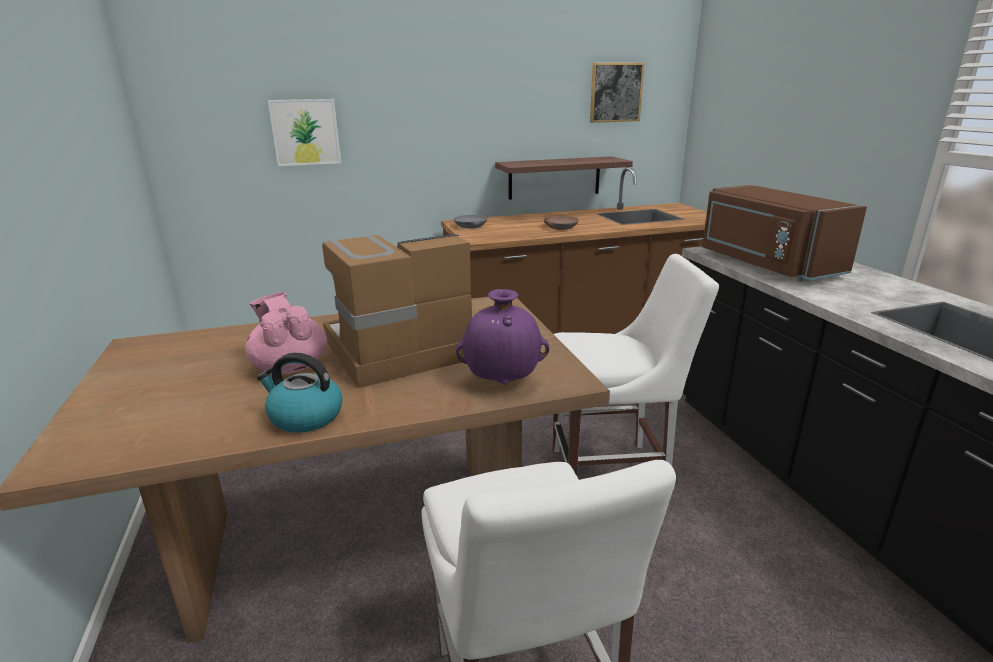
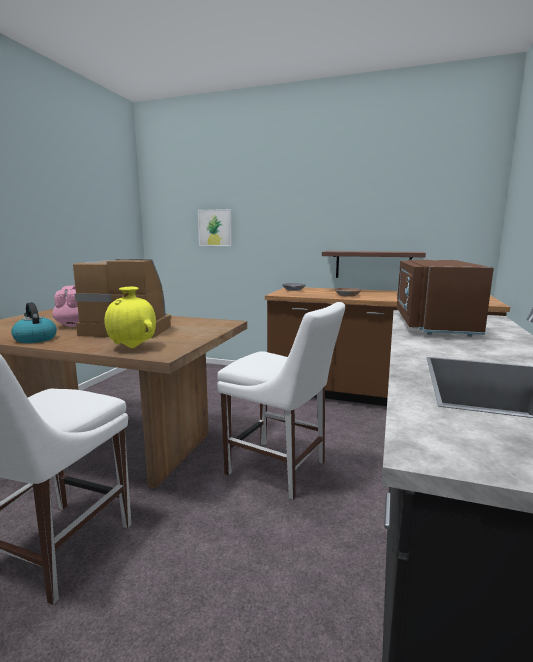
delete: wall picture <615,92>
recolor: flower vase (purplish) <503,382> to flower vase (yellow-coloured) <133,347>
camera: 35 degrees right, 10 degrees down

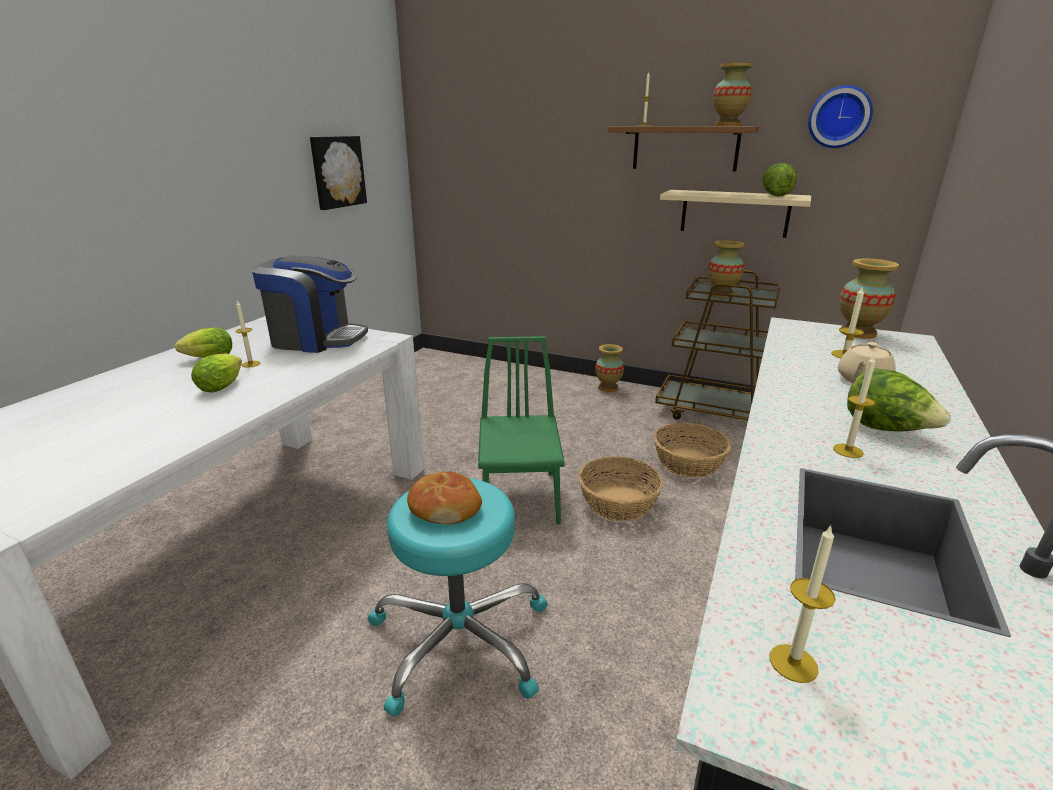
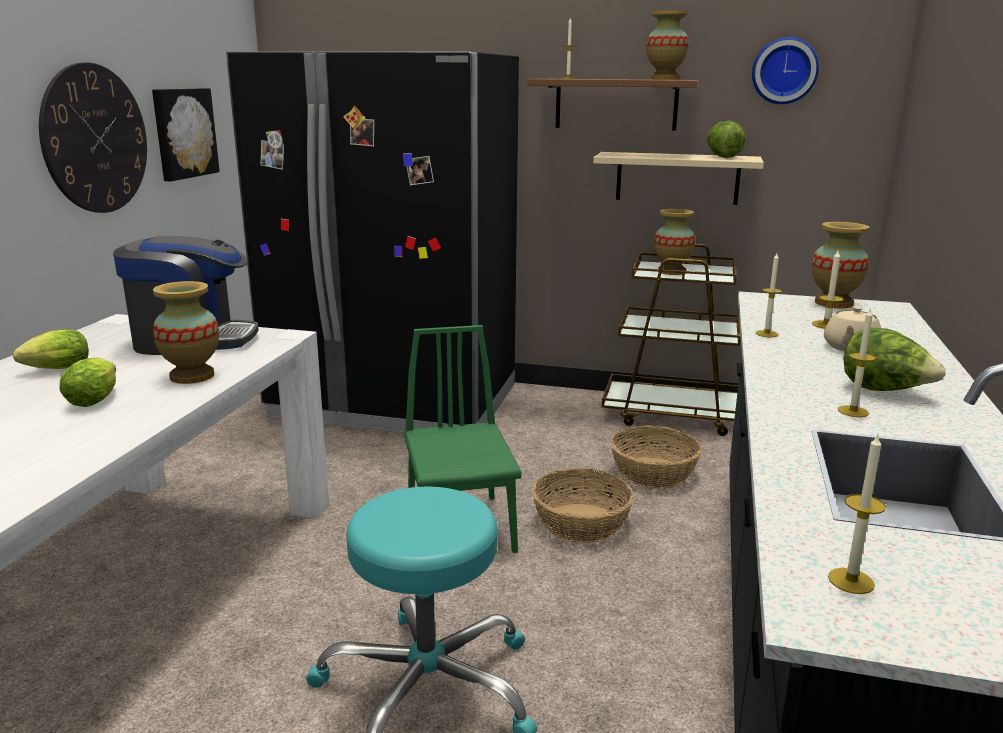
delete: baked bread <445,507>
insert: hanging clock <95,139>; fridge (blackish) <396,402>
move: flower vase <608,388> to <192,376>; wax candle <251,364> to <766,334>
camera: 10 degrees left, 5 degrees down

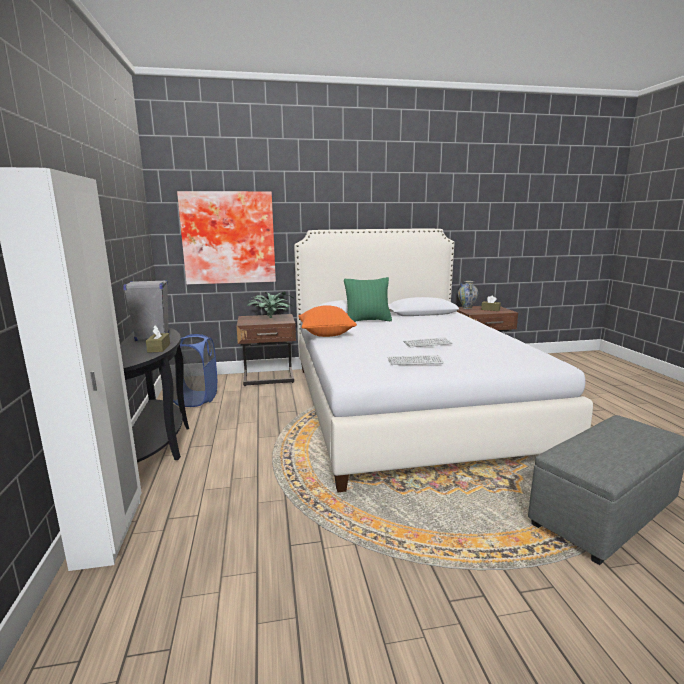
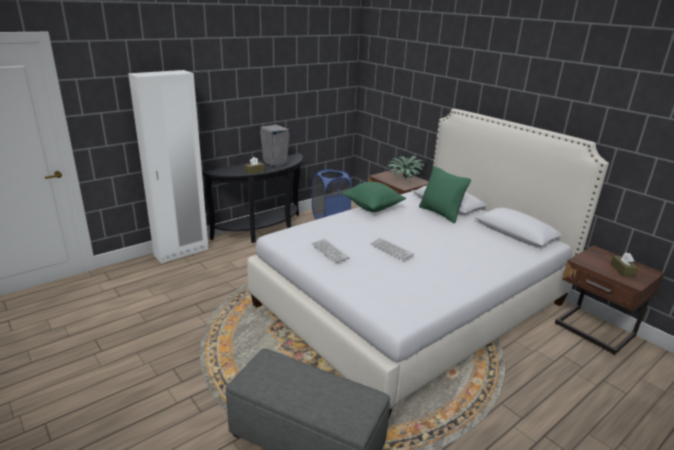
delete: wall picture <229,238>; flower vase <467,308>
recolor: pillow (orangey) <326,334> to pillow (green-coloured) <373,207>
camera: 60 degrees right, 10 degrees up

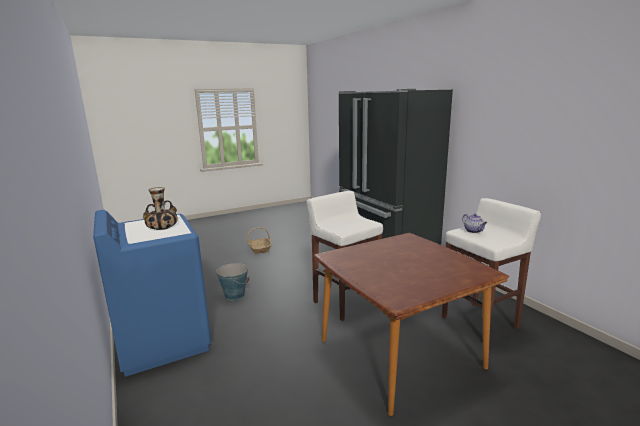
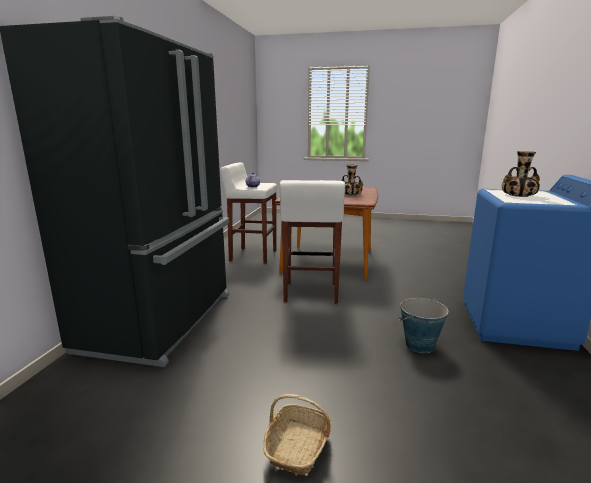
insert: flower vase <351,194>
camera: 140 degrees left, 0 degrees up

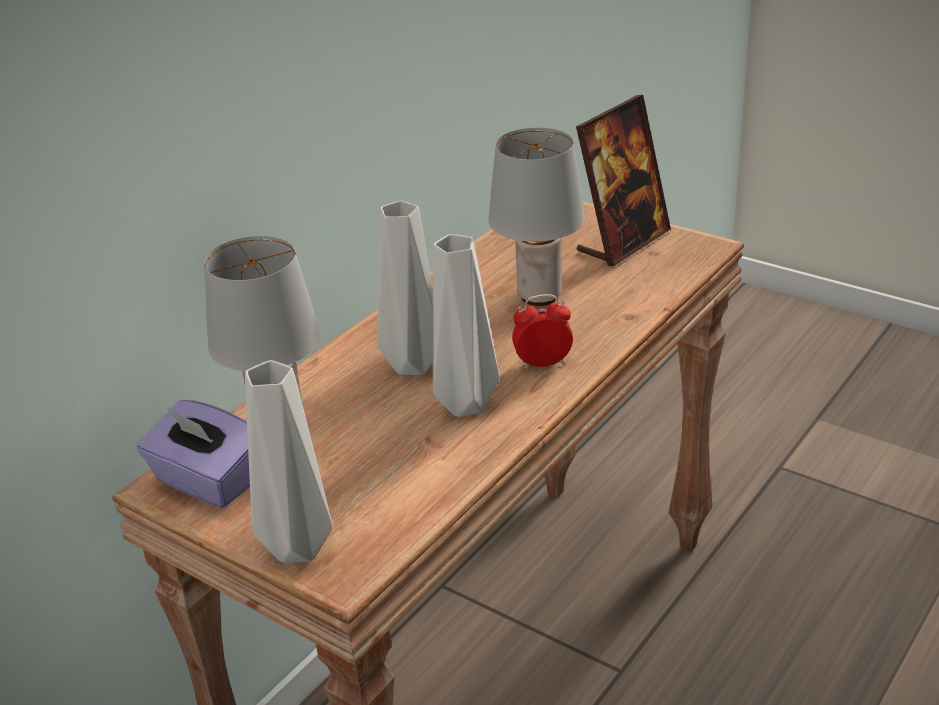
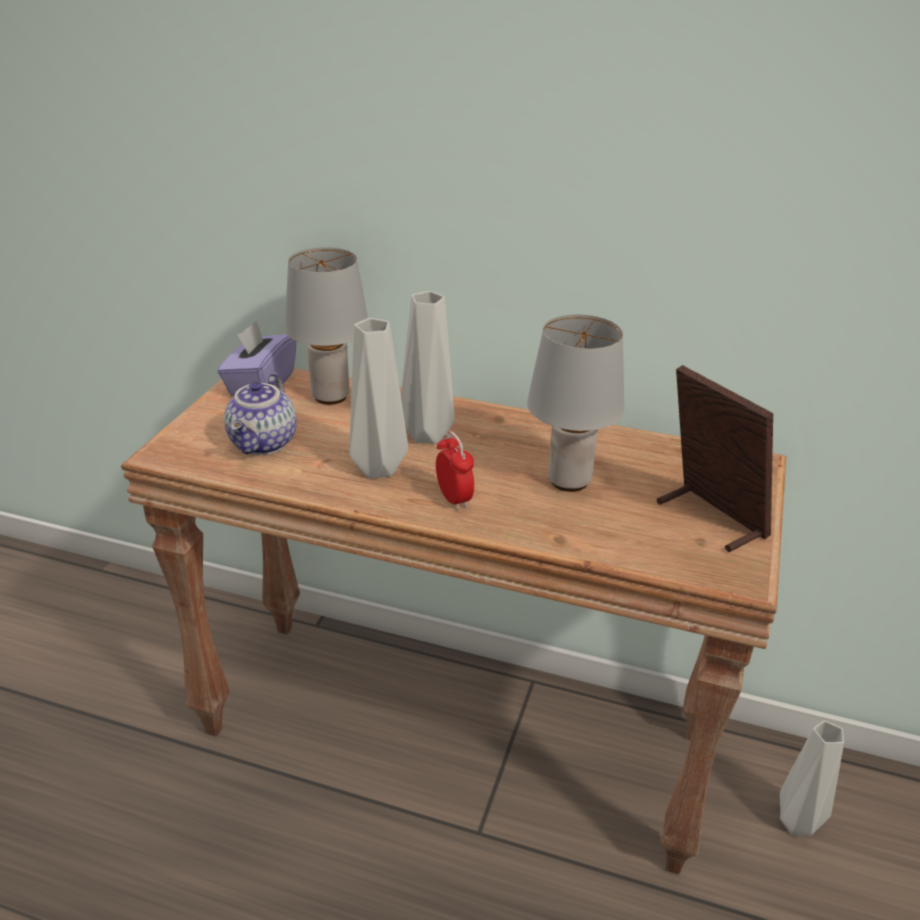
insert: teapot <264,443>
move: flower vase (grey) <301,548> to <798,825>
rotate: standing frame <623,242> = <710,518> 150 degrees counterclockwise
camera: 70 degrees right, 0 degrees up

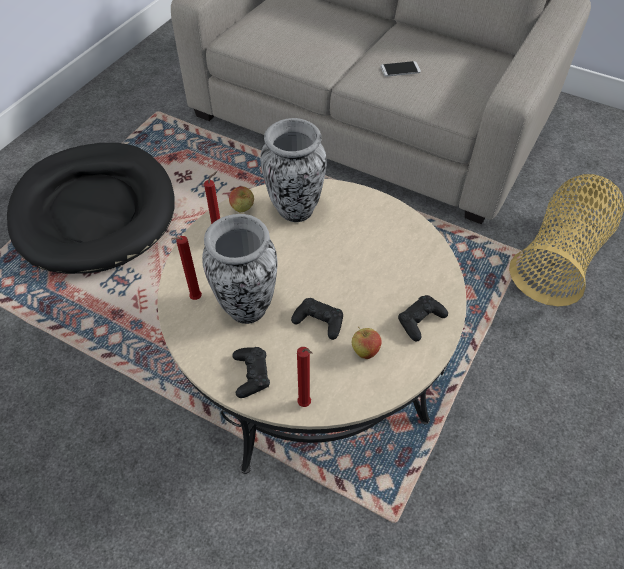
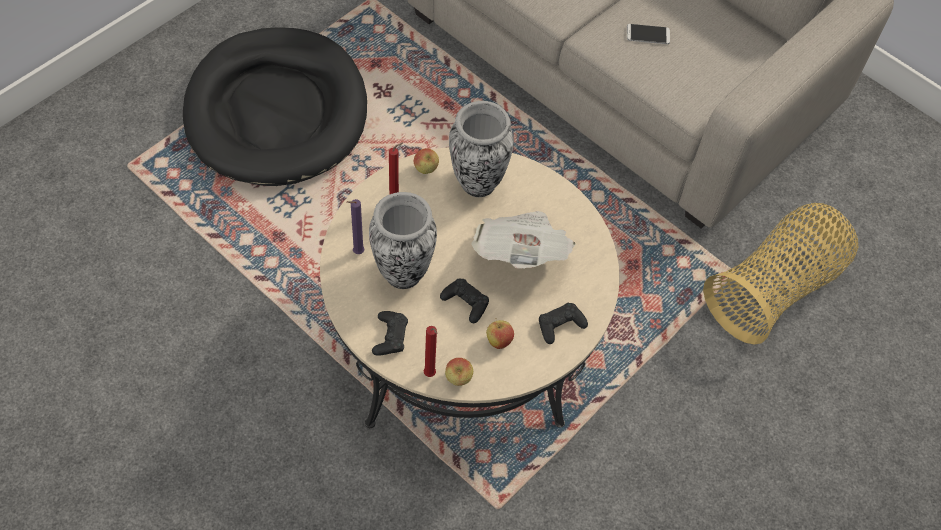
insert: apple <458,379>; newspaper <521,253>
recolor: wax candle (red-coloured) <194,299> to wax candle (purplish) <356,253>
camera: 10 degrees right, 5 degrees up

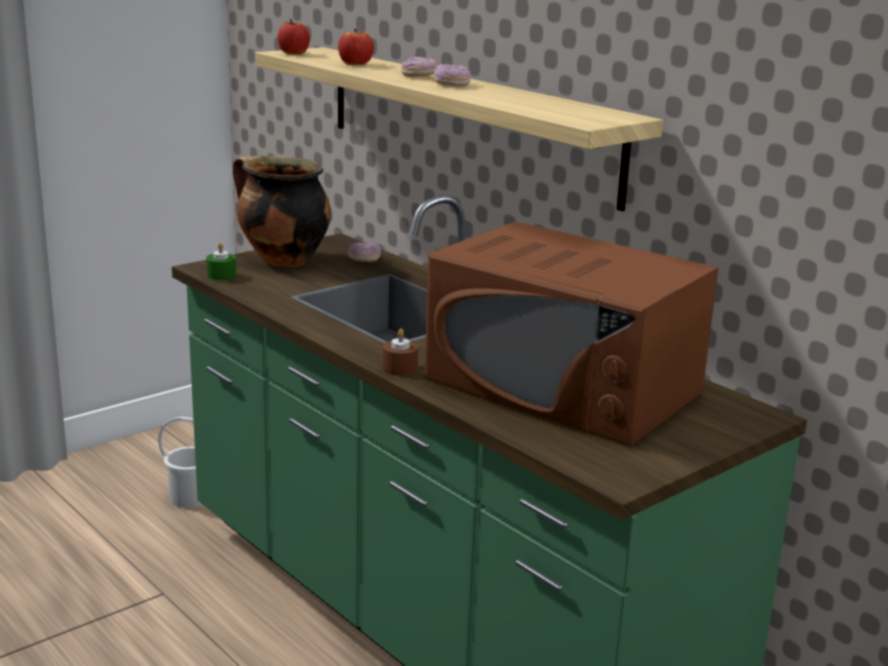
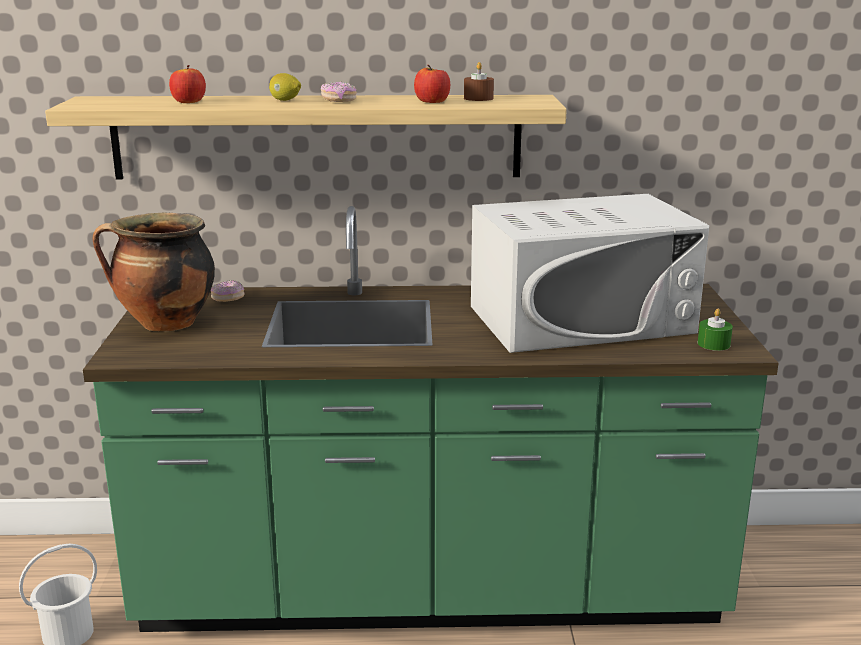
move: apple <293,53> to <432,102>; wax candle (brown-coloured) <400,368> to <478,98>; wax candle (green-coloured) <221,275> to <713,344>
replace: ring doughnut <418,76> to citrus fruit <285,100>
recolor: microwave oven (brown-coloured) <563,385> to microwave oven (white-coloured) <581,319>
camera: 50 degrees left, 0 degrees up

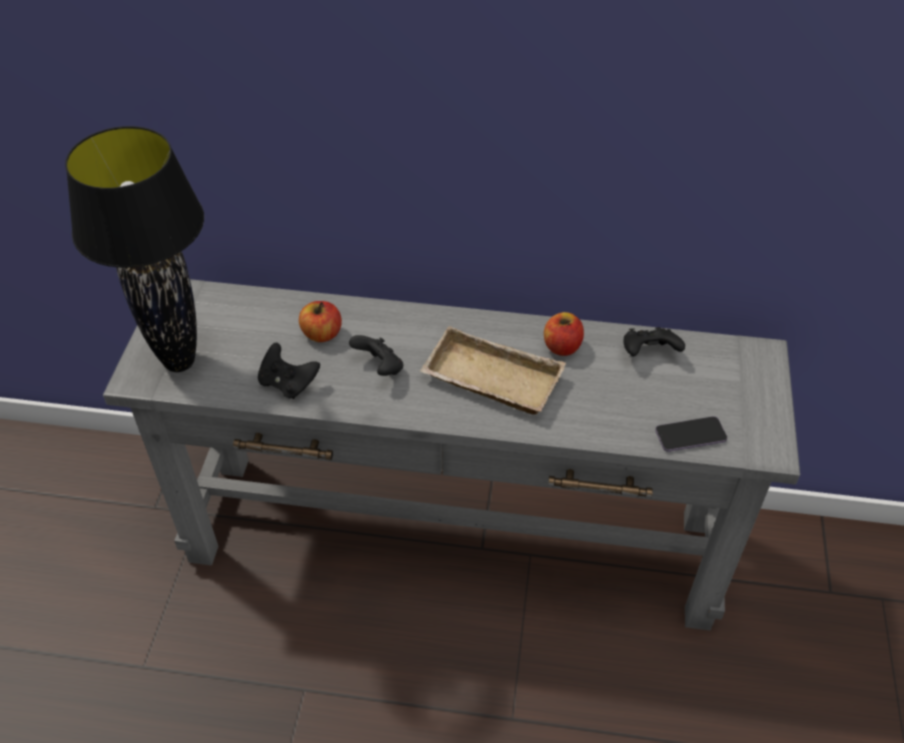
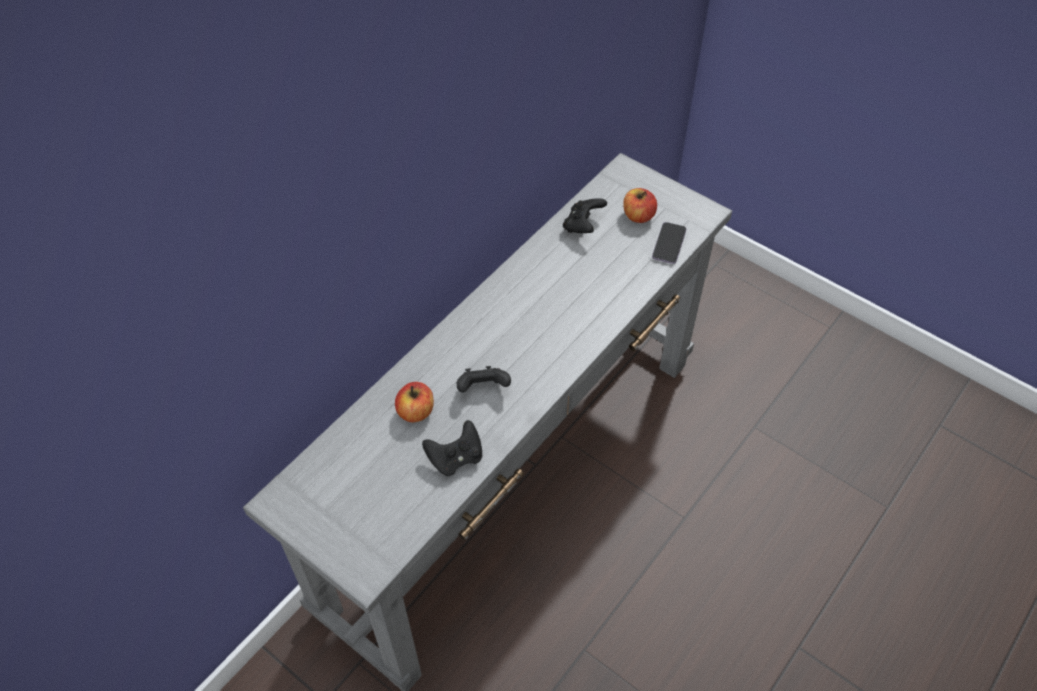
delete: table lamp (blackish) <180,363>; tray (beige) <489,381>
move: apple <562,346> to <638,216>
camera: 60 degrees left, 5 degrees up

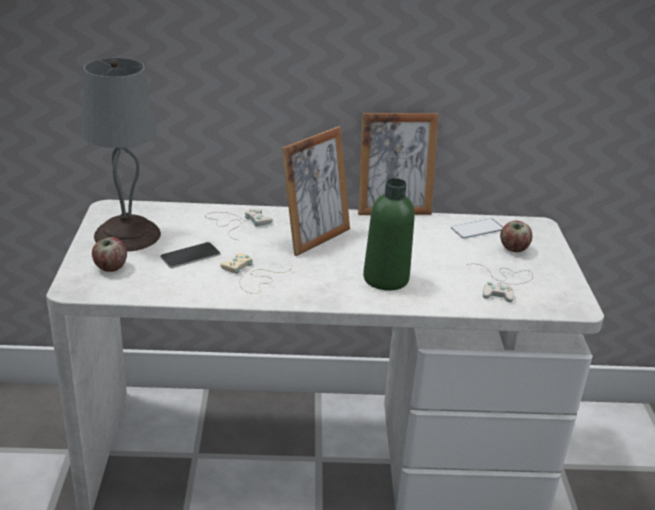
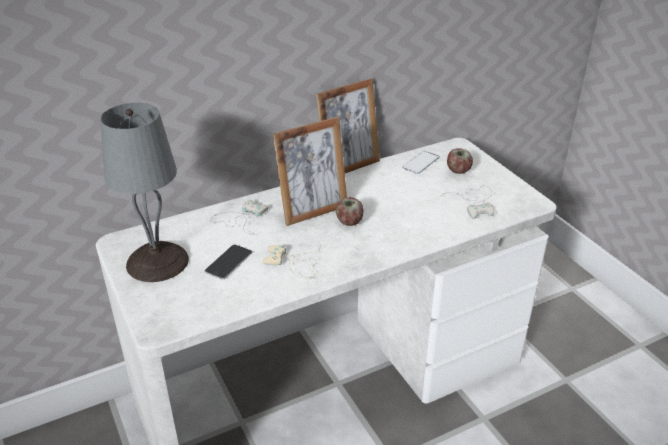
delete: drink bottle (green-coloured) <386,279>
move: apple <110,267> to <349,222>
rotate: standing frame <315,238> = <313,211> 45 degrees clockwise
camera: 25 degrees left, 5 degrees up

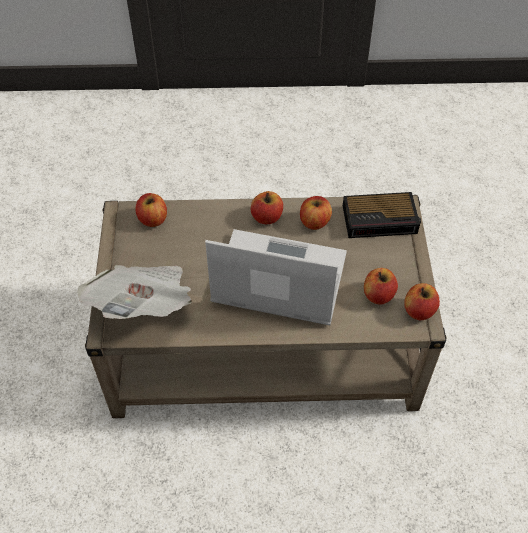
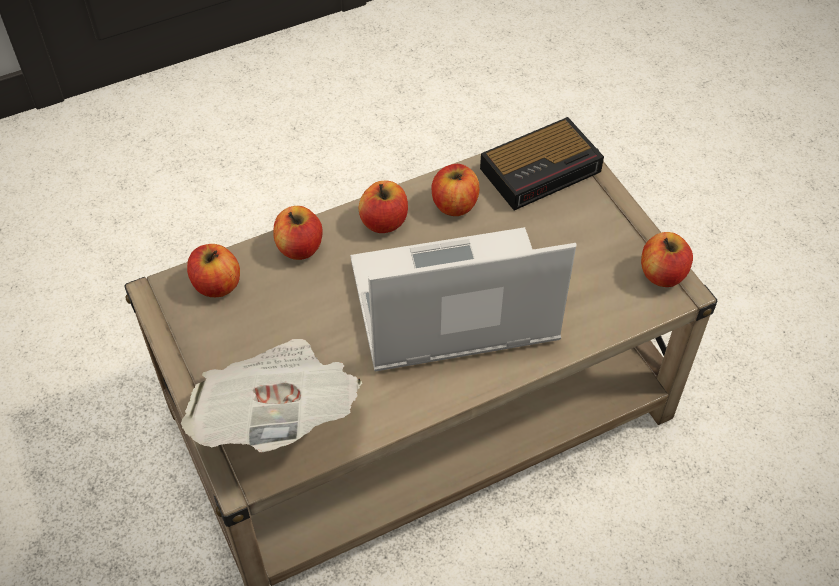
move: apple <378,295> to <300,247>
camera: 25 degrees left, 0 degrees up

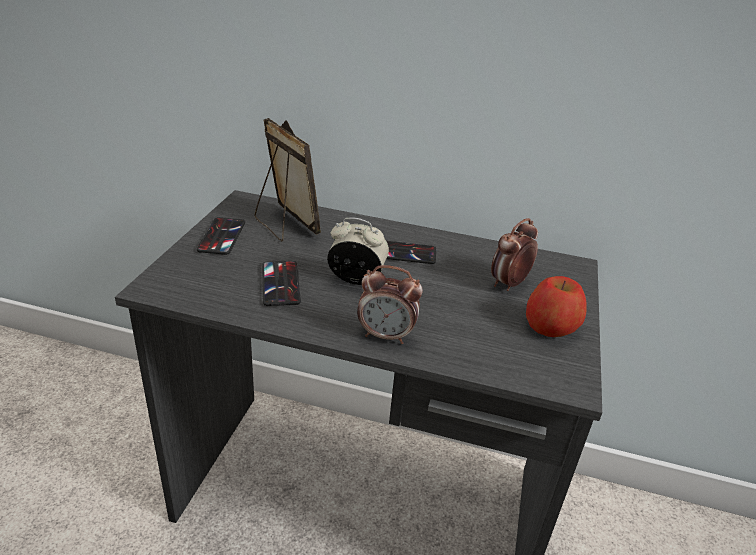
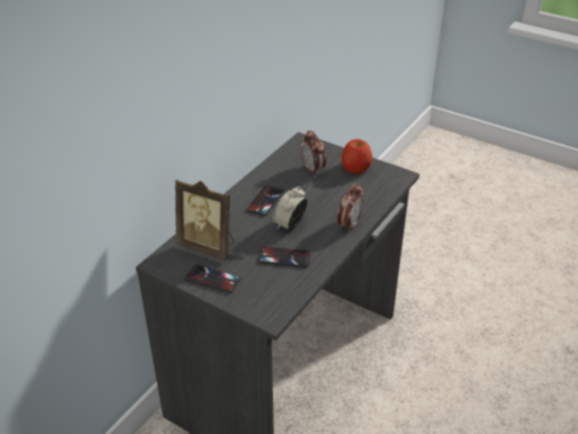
rotate: standing frame <284,225> = <208,246> 135 degrees counterclockwise
camera: 70 degrees left, 5 degrees up

